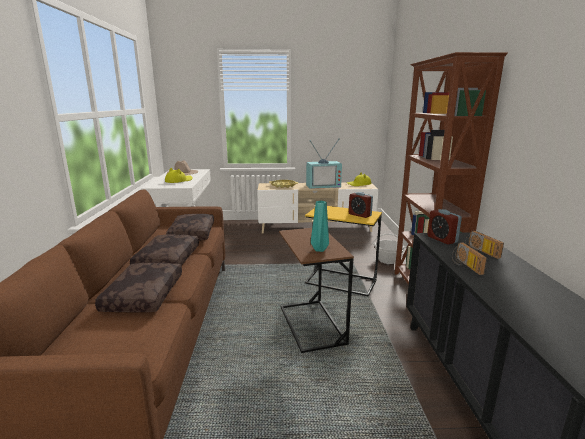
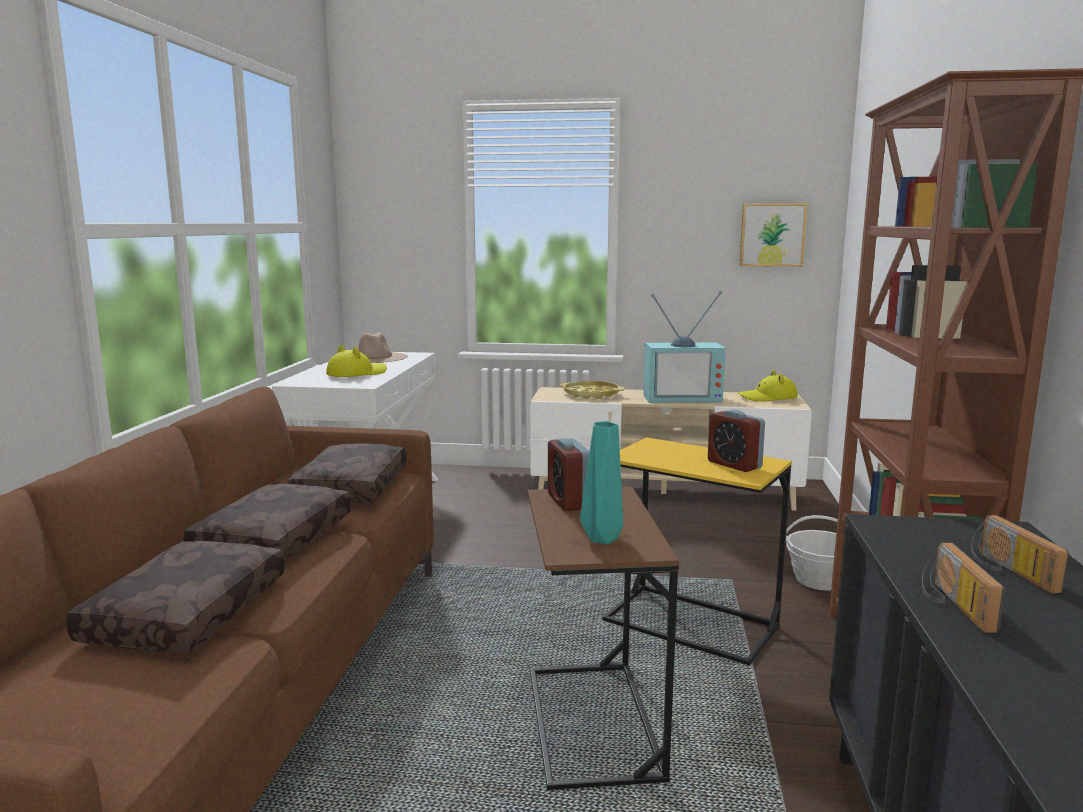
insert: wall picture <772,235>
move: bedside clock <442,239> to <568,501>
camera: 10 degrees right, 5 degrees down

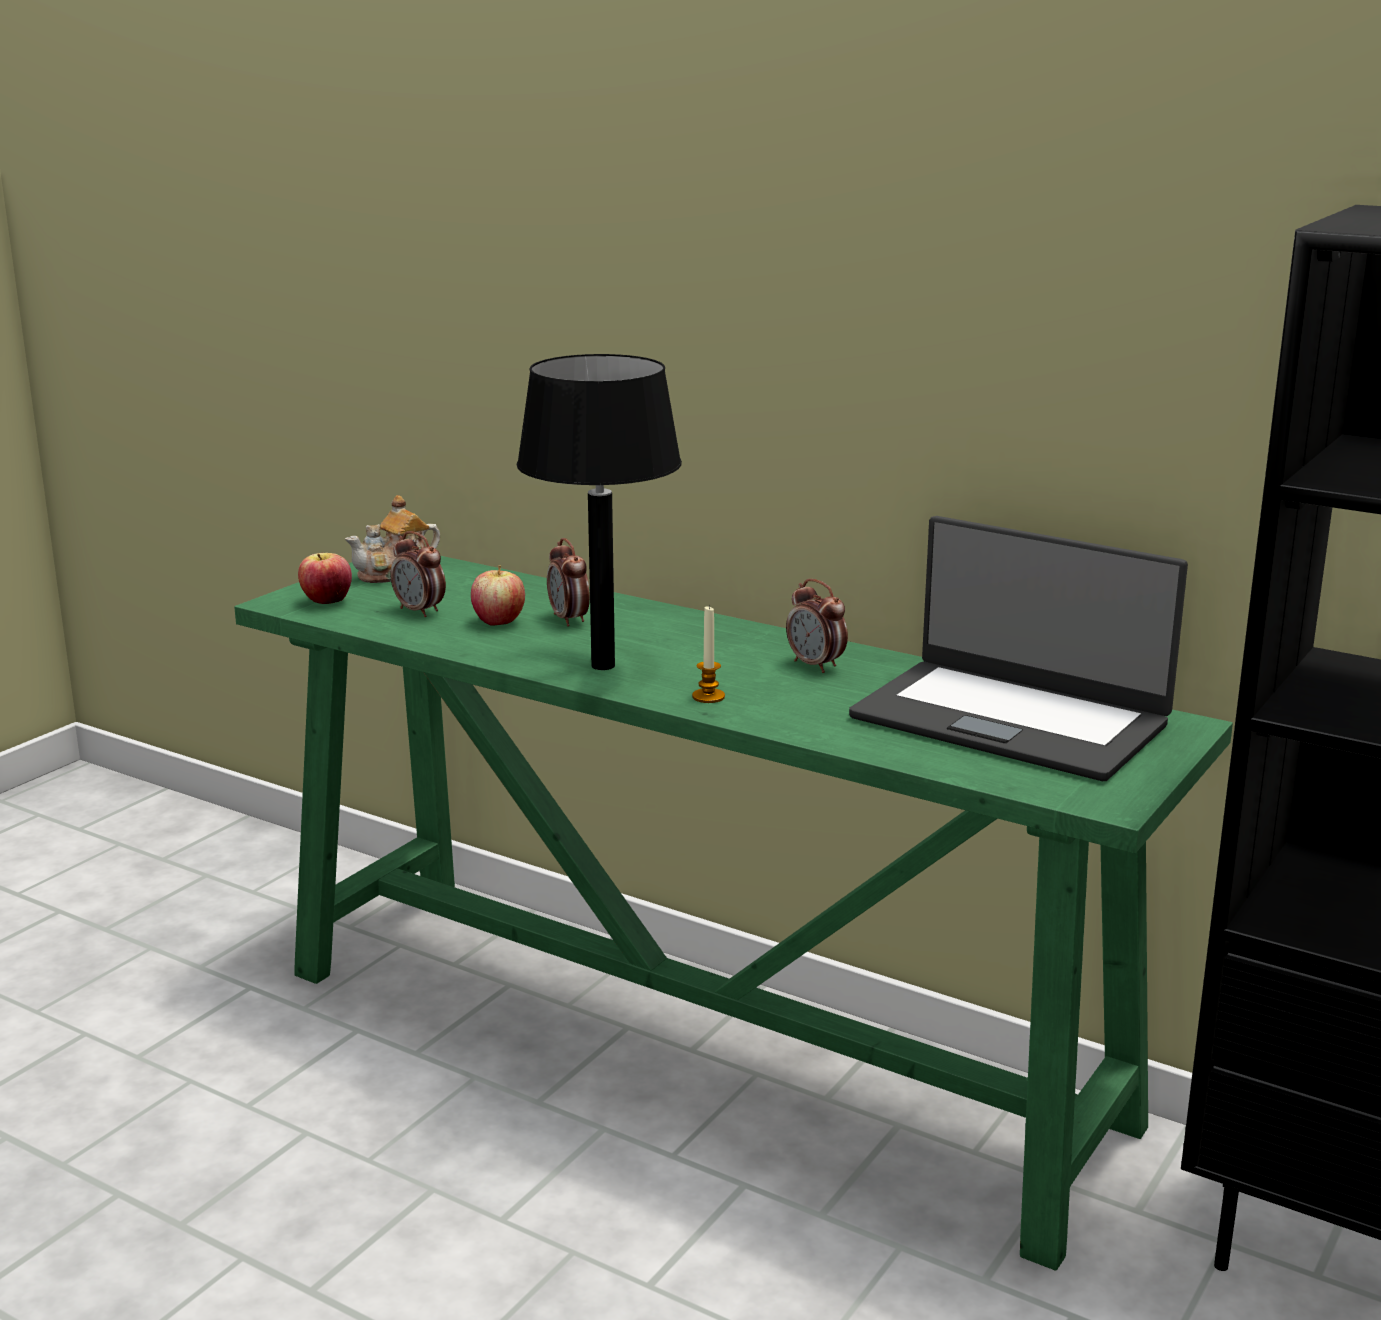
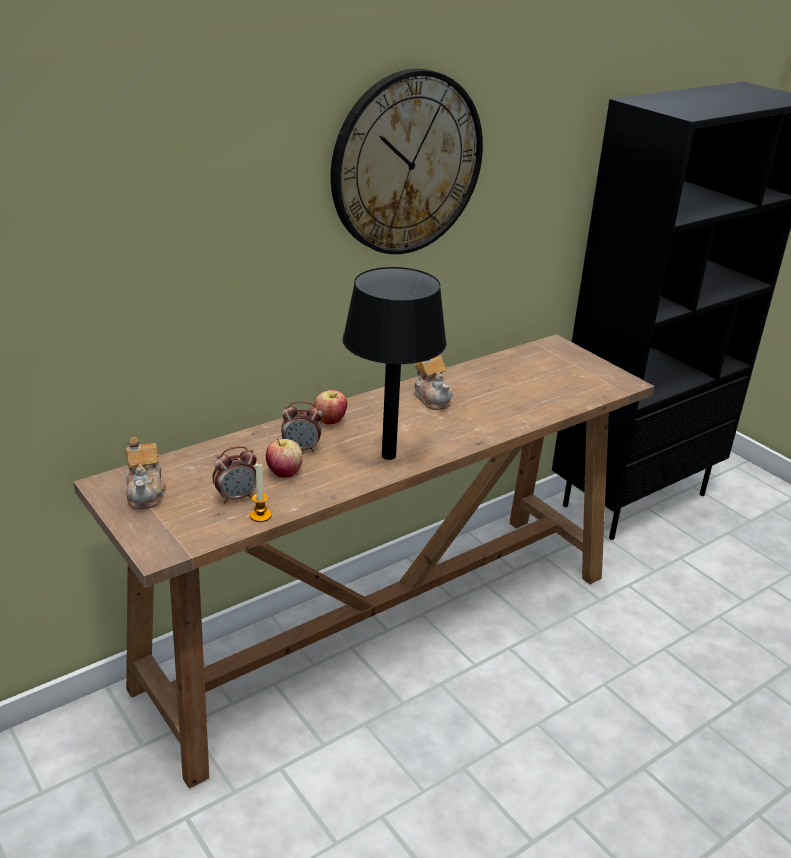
delete: notebook computer <1011,720>
insert: hanging clock <406,163>
move: wax candle <708,697> to <260,516>; apple <327,602> to <330,421>
replace: bedside clock <816,665> to teapot <432,398>
recolor: console table (green-coloured) <695,1048> to console table (brown-coloured) <387,628>
camera: 70 degrees left, 10 degrees up

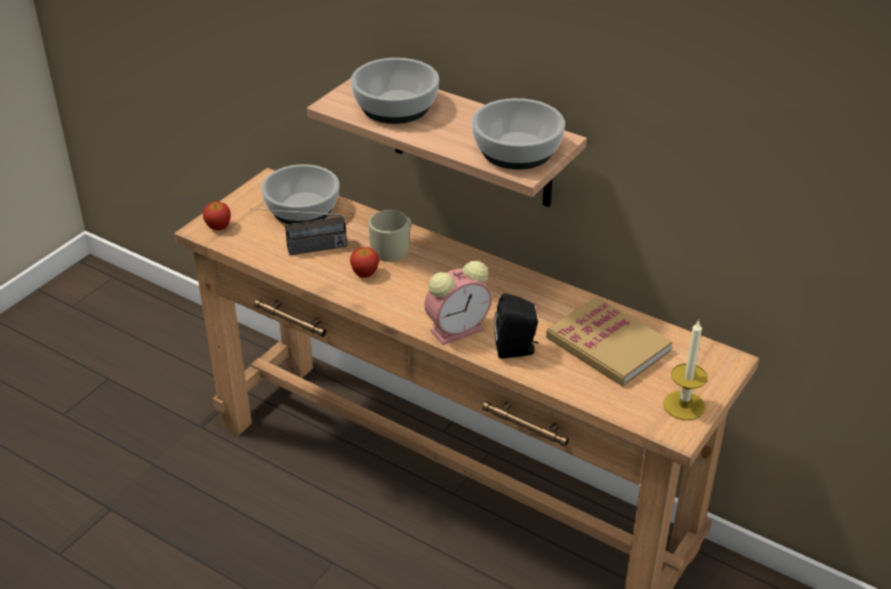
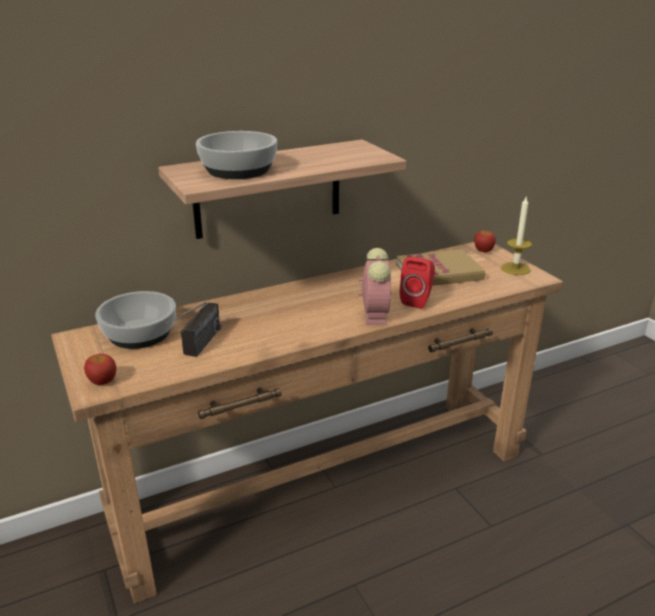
delete: mug (beige) <393,247>; bowl <517,151>
move: apple <365,273> to <483,250>
recolor: audio speaker (blackish) <516,350> to audio speaker (red-coloured) <417,300>
camera: 60 degrees left, 10 degrees down

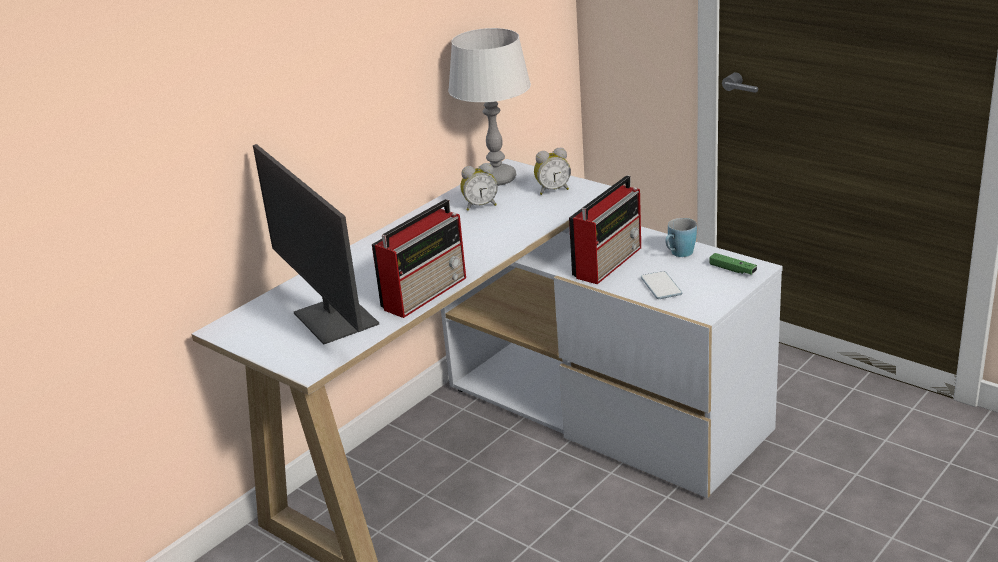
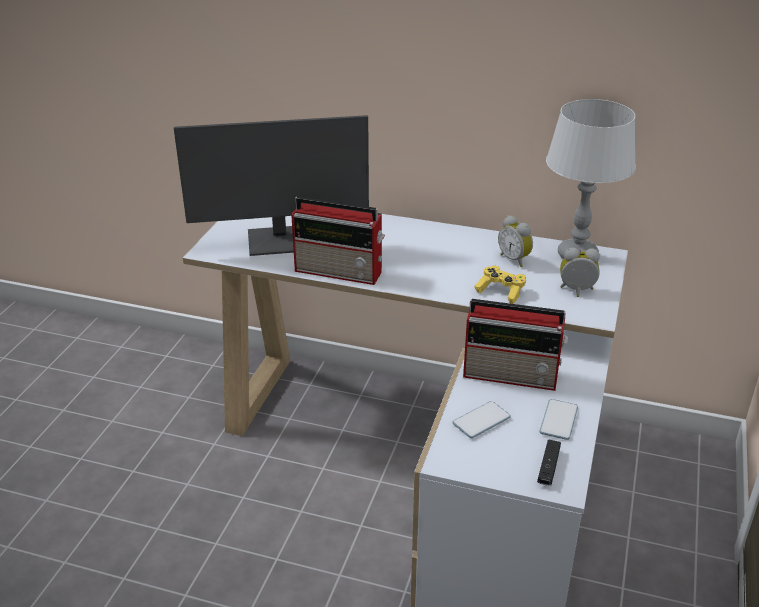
insert: game controller (yellow-coloured) <501,291>
replace: mug (bluish) <679,254> to phone <558,420>
recolor: game controller (green-coloured) <732,269> to game controller (blackish) <548,468>
rotate: computer display <333,320> = <280,242> 135 degrees counterclockwise; bedside clock <552,190> = <577,291> 135 degrees clockwise
camera: 65 degrees right, 5 degrees up

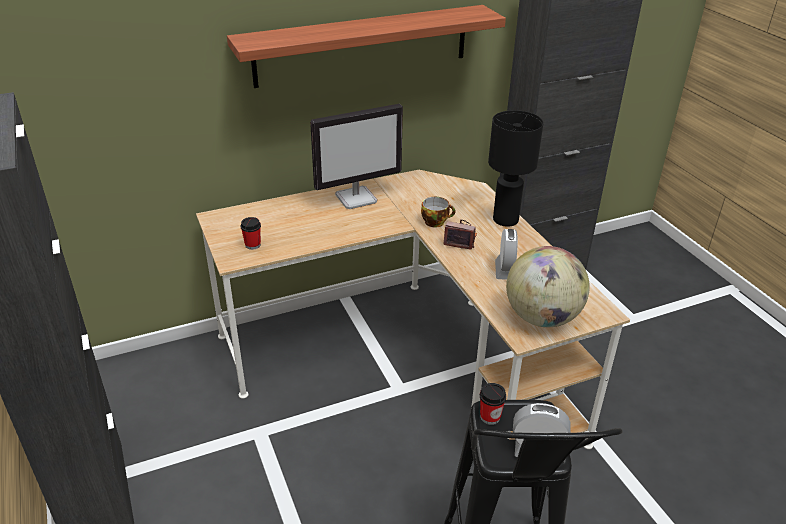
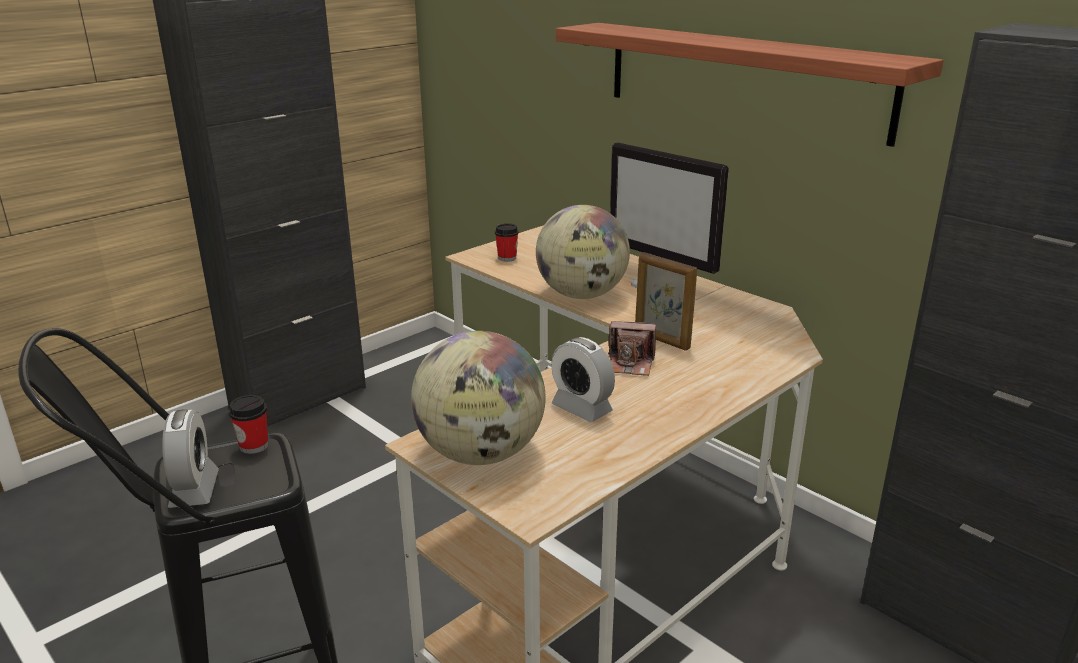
delete: table lamp (blackish) <506,220>
insert: world globe <582,295>
replace: small cup <436,222> to standing frame <661,340>
rotate: bedside clock <505,271> = <581,408> 60 degrees clockwise; photo camera <460,240> = <630,364> 105 degrees clockwise
camera: 70 degrees right, 10 degrees down

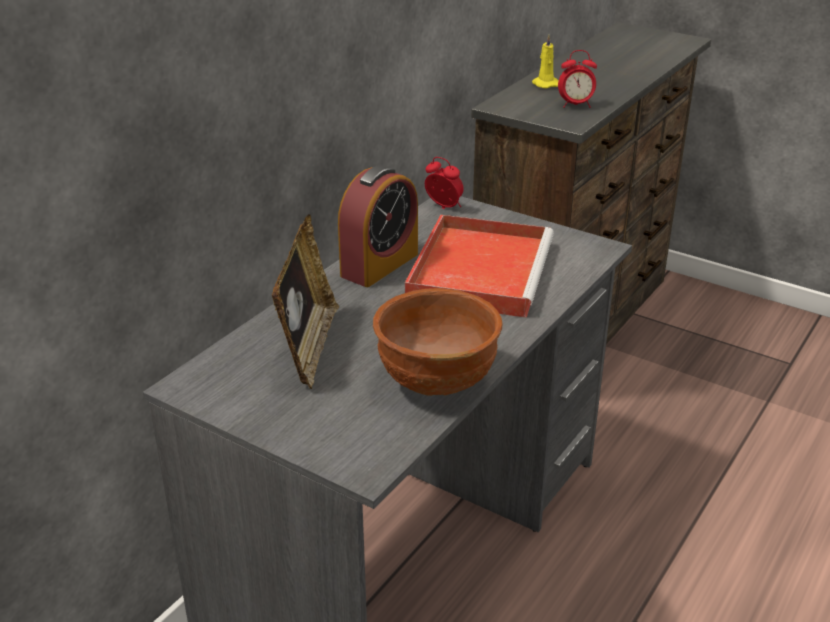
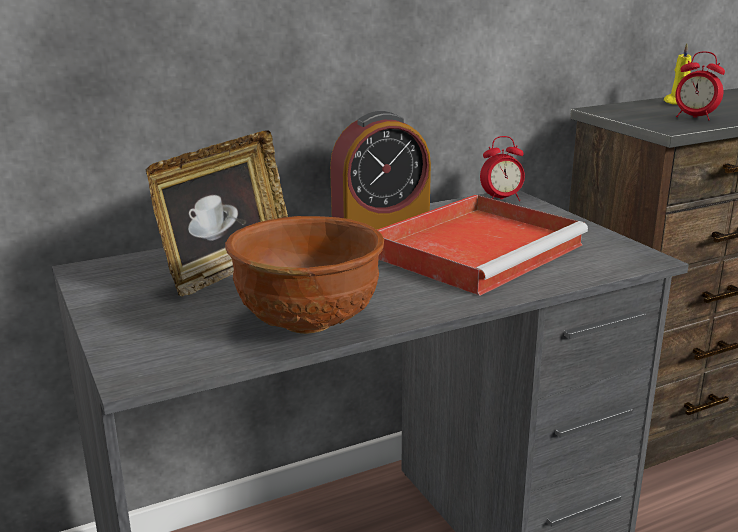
rotate: bedside clock <444,207> = <501,199> 105 degrees clockwise
camera: 30 degrees right, 10 degrees down

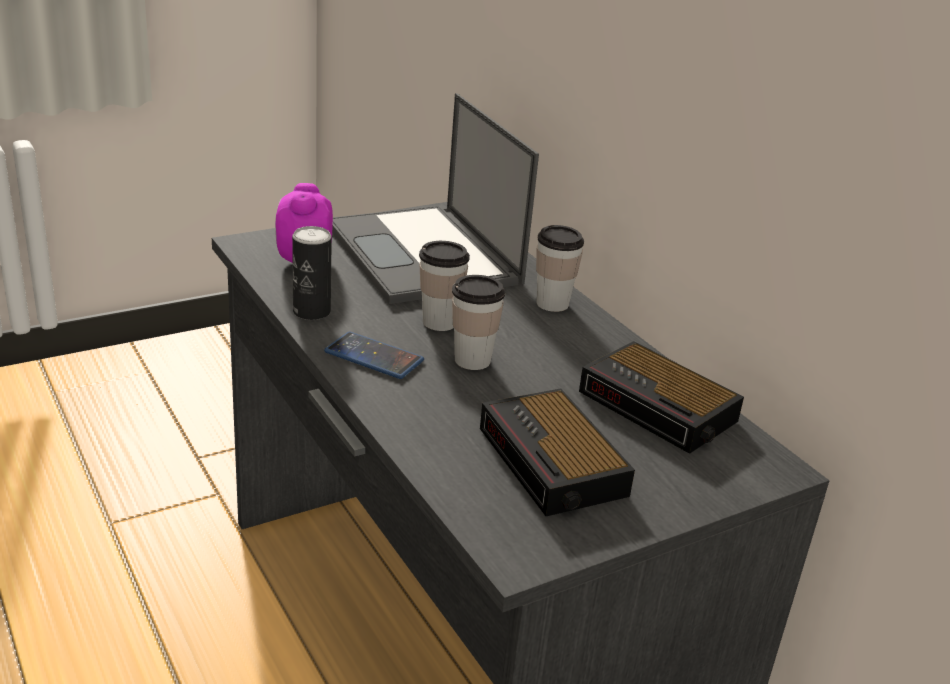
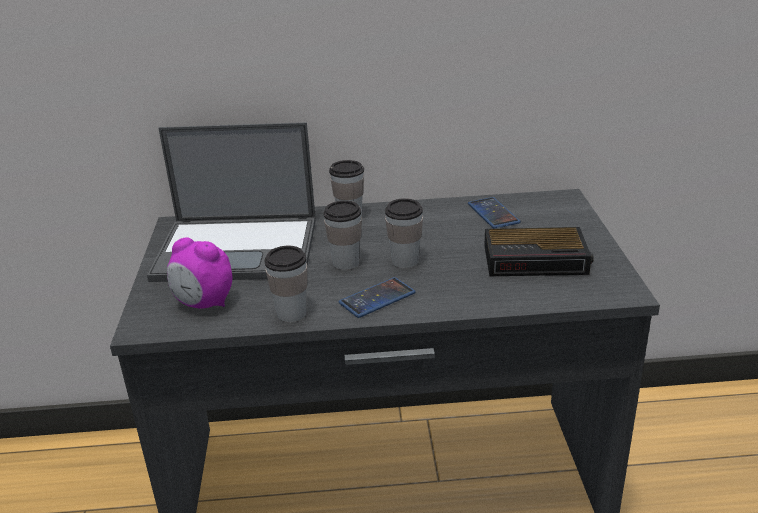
replace: can <311,312> to small cup <291,314>; bedside clock <660,408> to phone <493,213>
camera: 60 degrees left, 0 degrees up

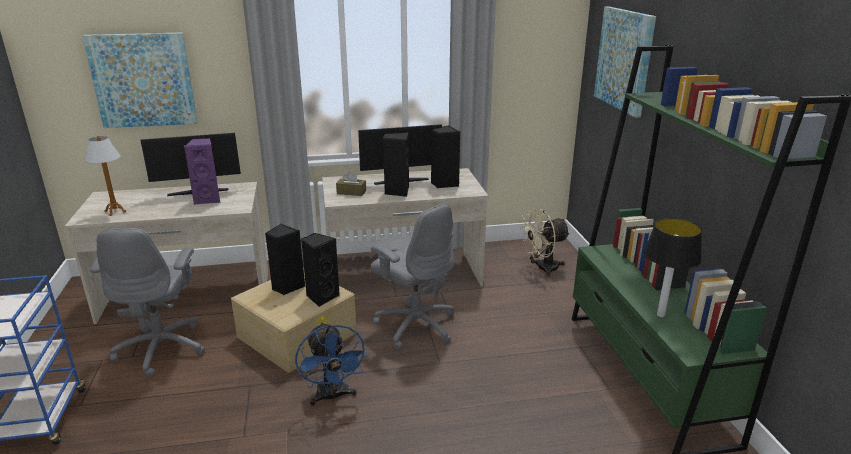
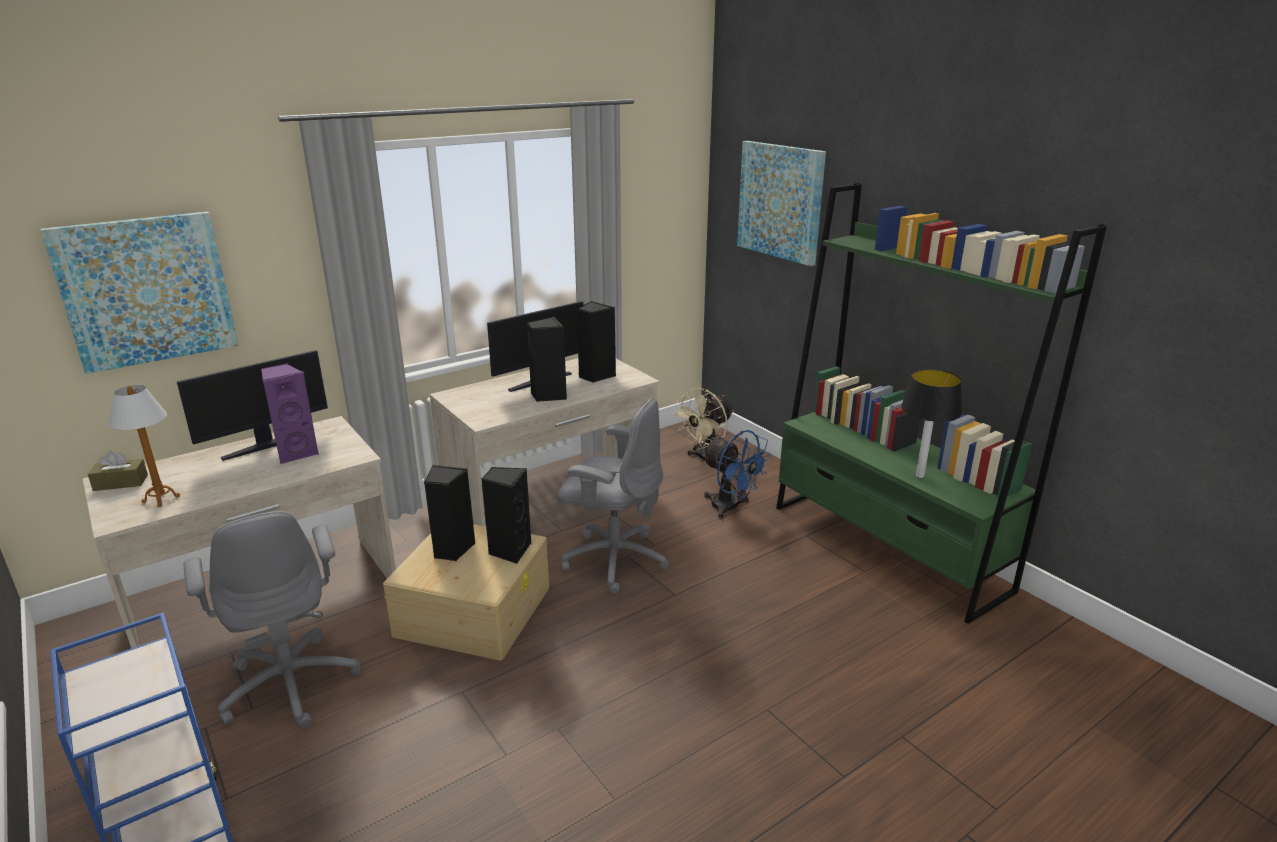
move: tissue box (brown-coloured) <351,192> to <121,483>; fan (bluish) <332,397> to <731,508>
camera: 25 degrees left, 0 degrees up

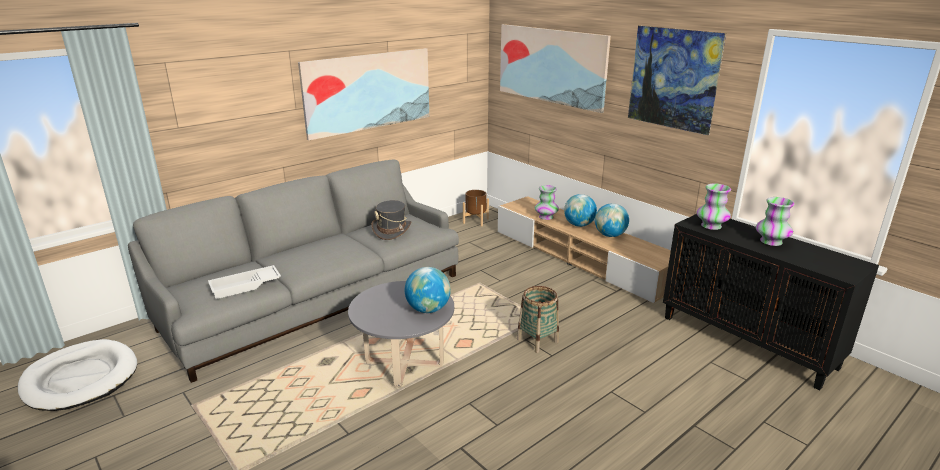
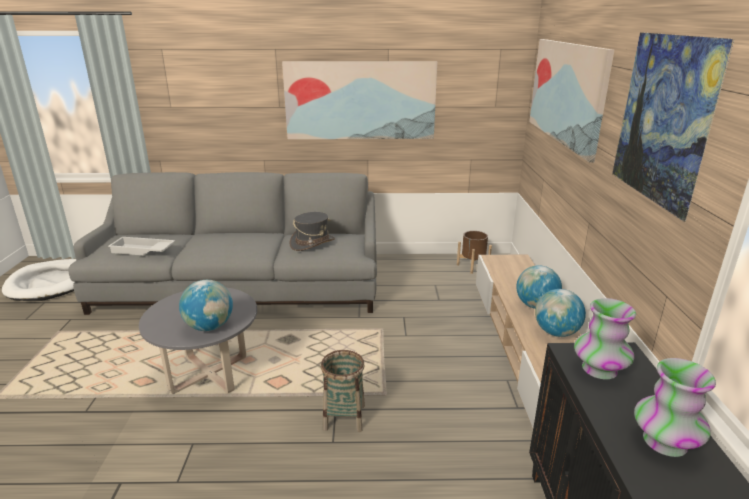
delete: flower vase <546,217>
camera: 40 degrees right, 0 degrees up

